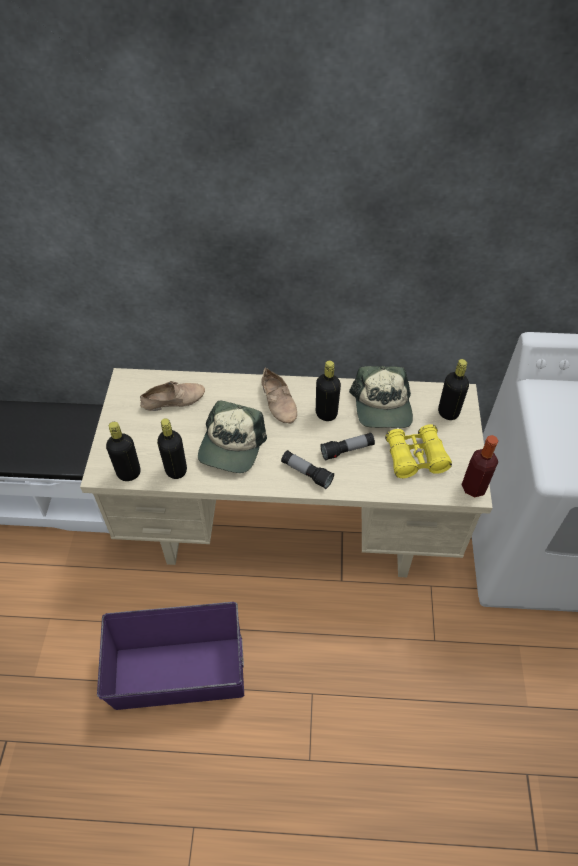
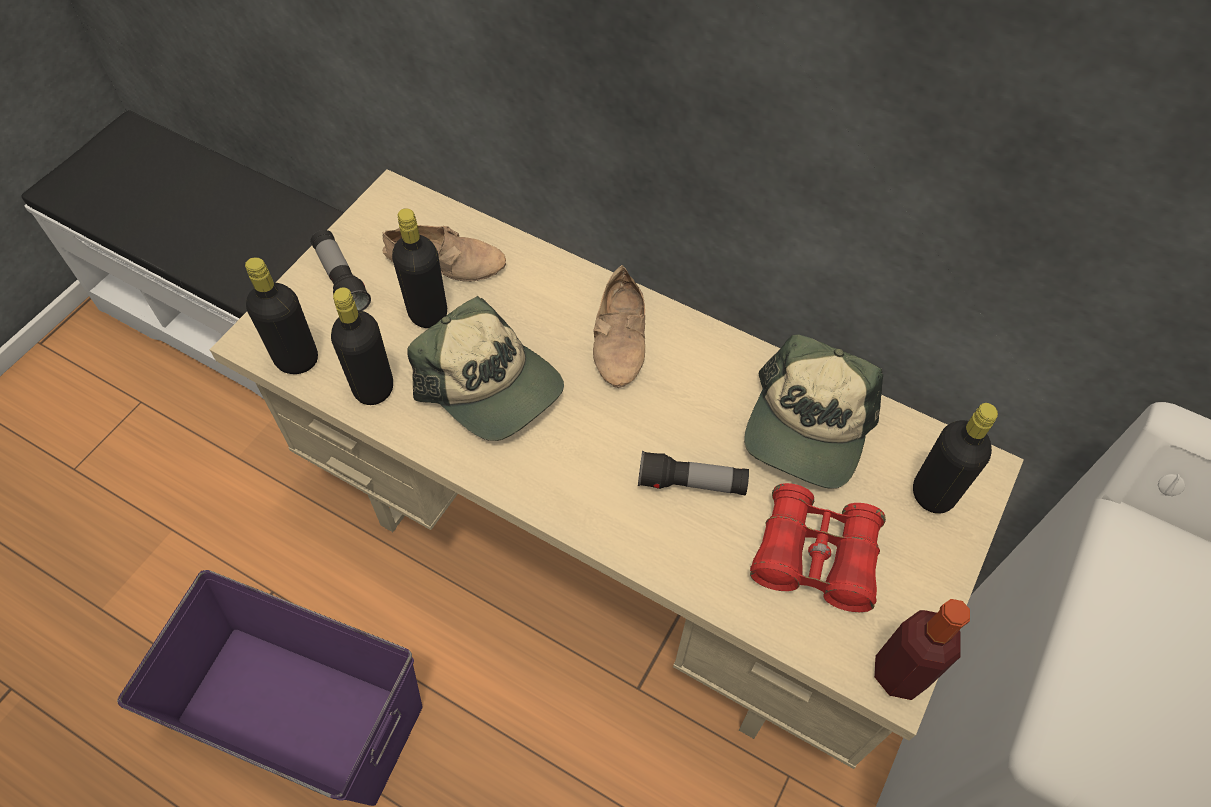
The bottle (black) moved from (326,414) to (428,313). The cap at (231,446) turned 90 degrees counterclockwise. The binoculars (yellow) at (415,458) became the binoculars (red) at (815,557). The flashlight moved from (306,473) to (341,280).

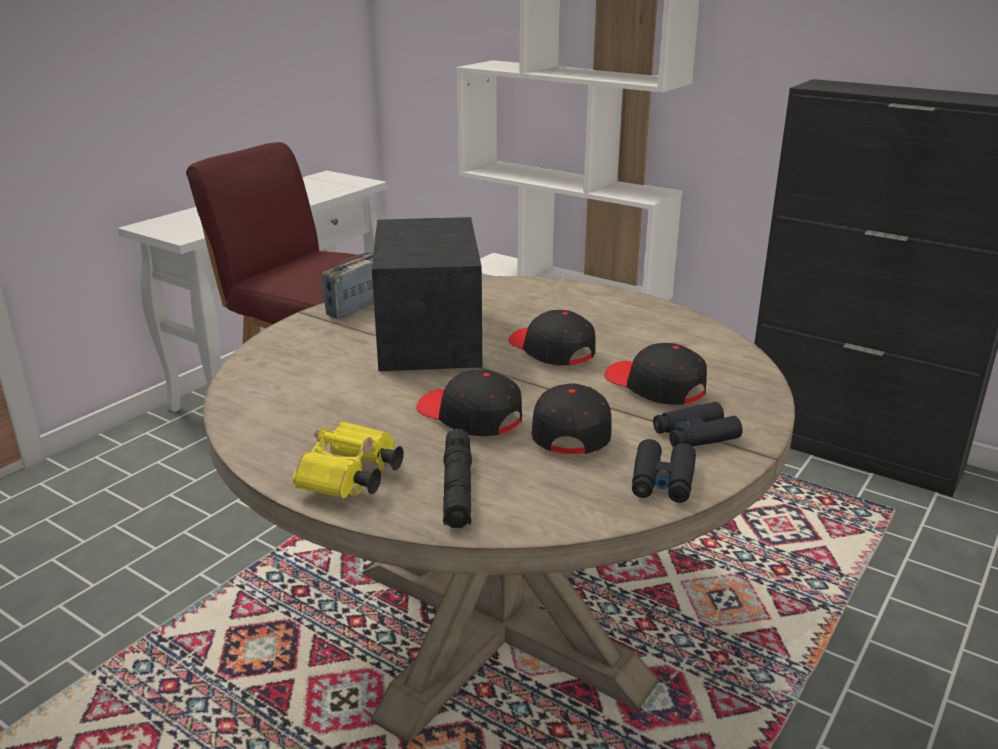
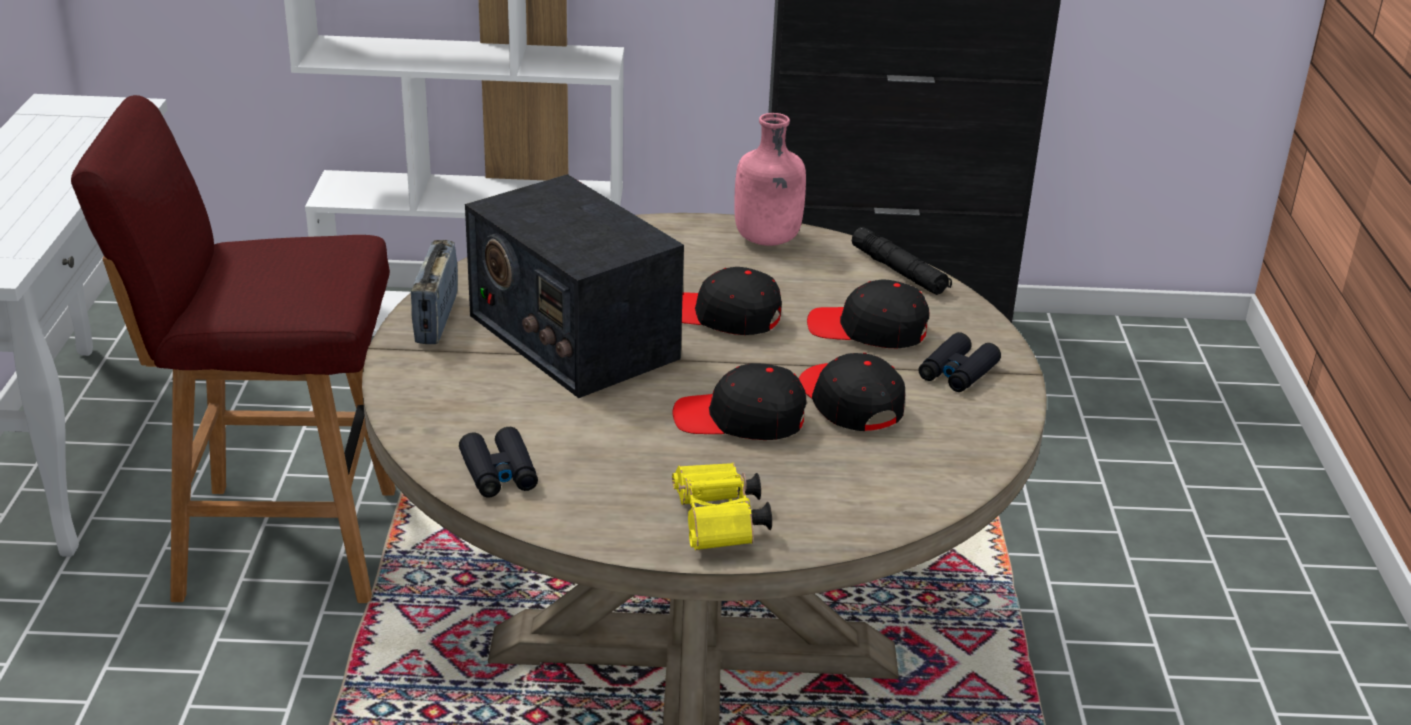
The flashlight (black) moved from (457,488) to (899,271). The binoculars (black) moved from (662,481) to (499,473). The bottle (pink) at (767,240) appeared.

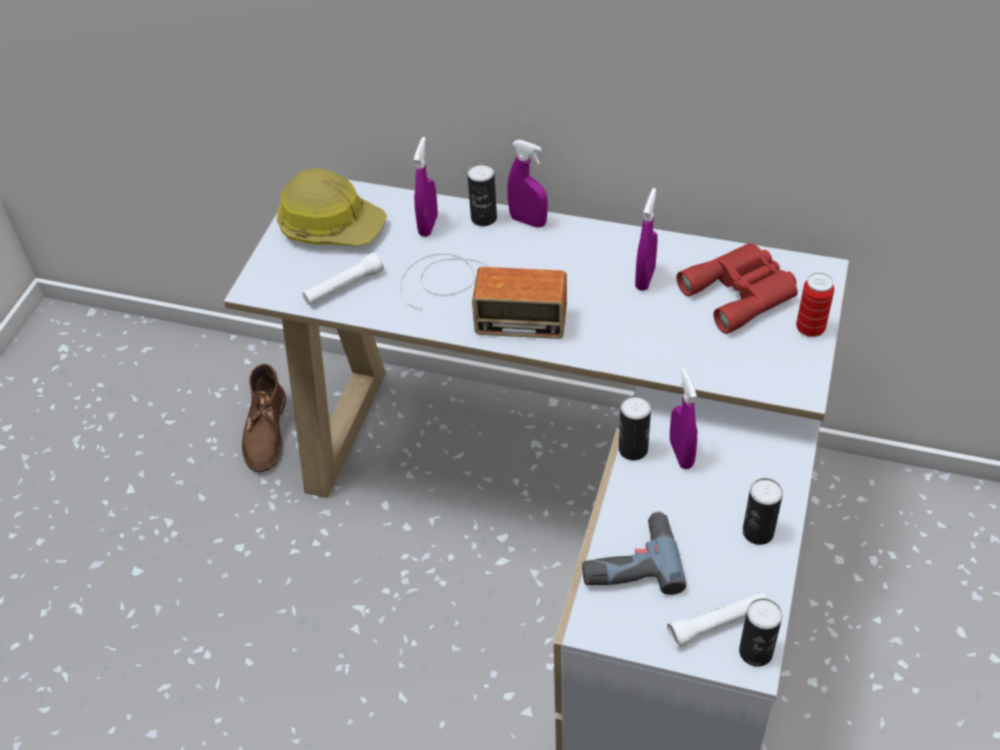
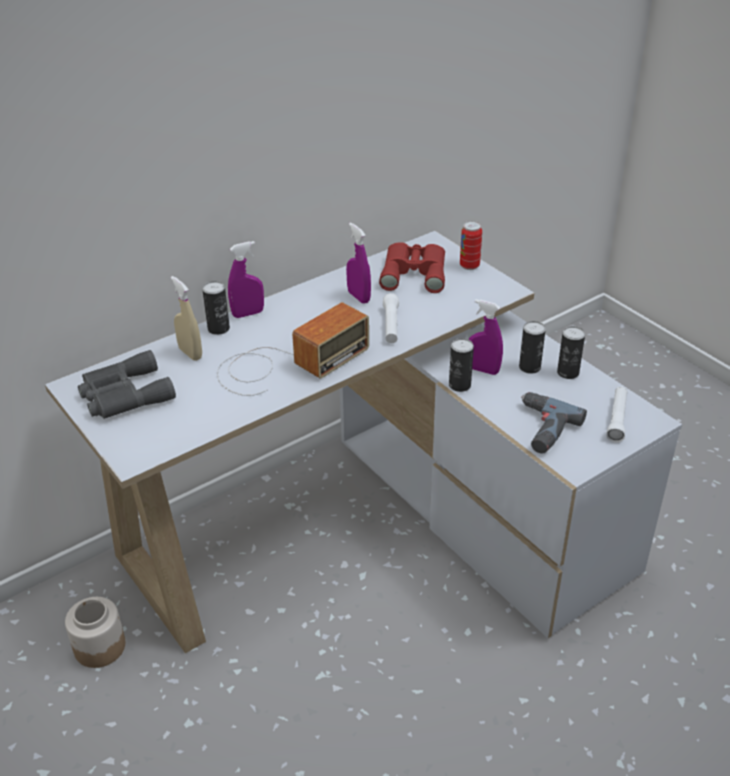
The spray bottle (purple) at (428,225) became the spray bottle (beige) at (190,353). The hard hat at (331,225) was replaced by the binoculars (grey) at (123,395). The flashlight (white) moved from (344,287) to (391,325). The boot (brown) at (266,432) was replaced by the jar at (99,646). The can moved from (755,652) to (529,367).

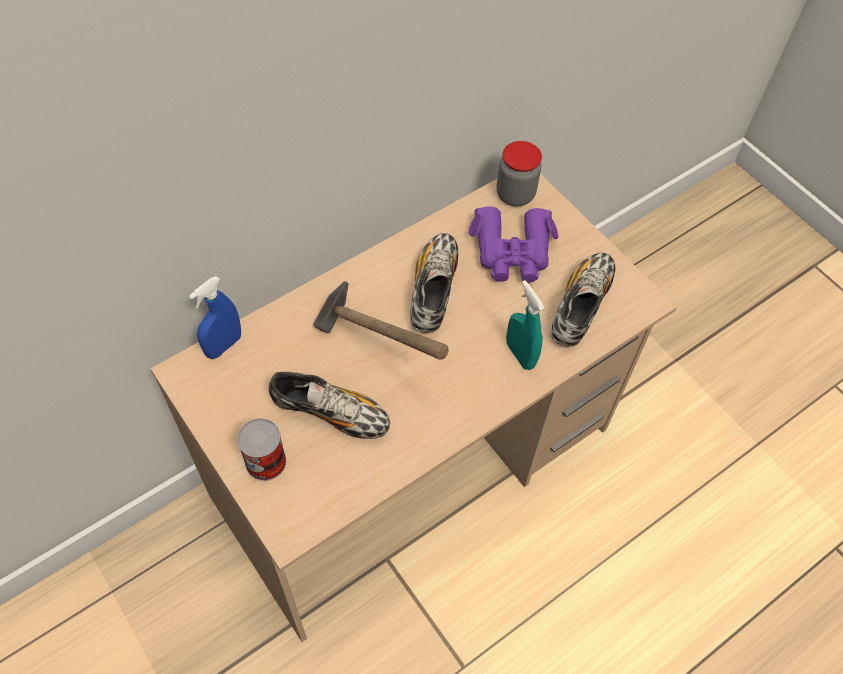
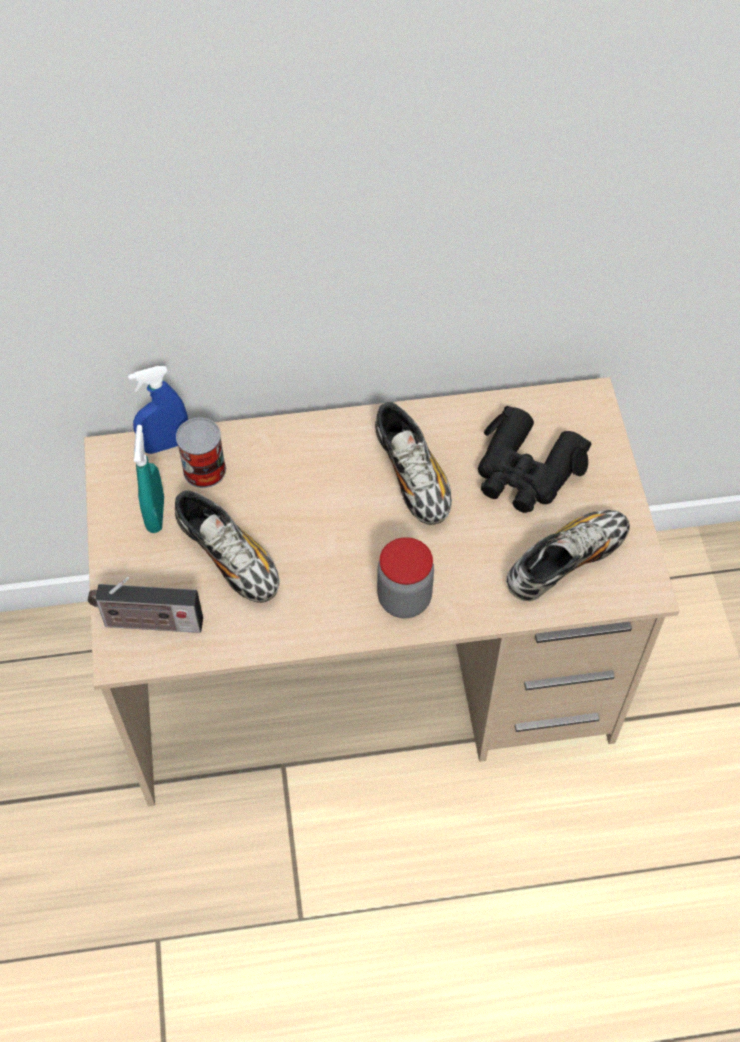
The jar moved from (515,194) to (404,598). The binoculars (purple) at (512,252) became the binoculars (black) at (526,471). The shoe at (433,290) turned 120 degrees clockwise. The spray bottle (turquoise) moved from (520,355) to (155,514). The hammer at (377,351) disappeared. The can moved from (265,461) to (204,470). The radio at (148,623) appeared.

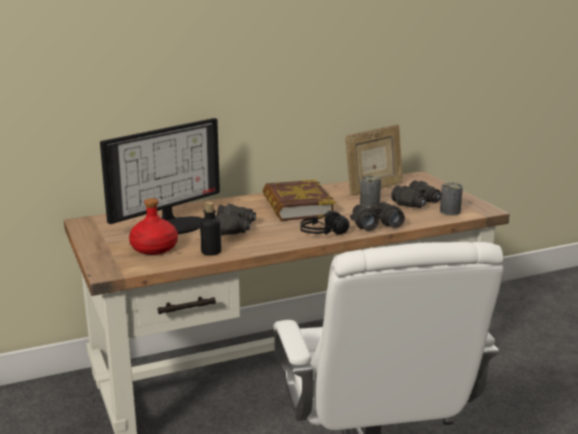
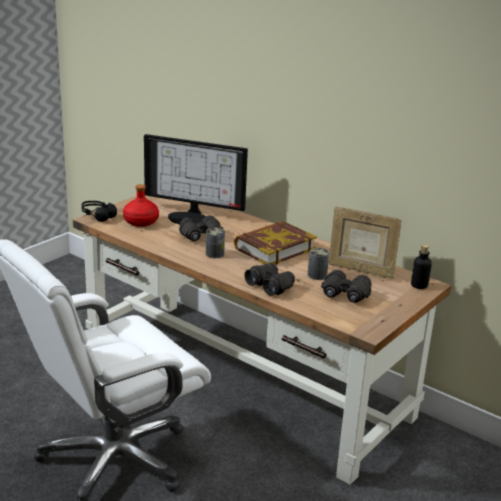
The can moved from (450,211) to (214,254). The bottle moved from (211,252) to (419,285). The headphones (black) moved from (323,233) to (98,216).

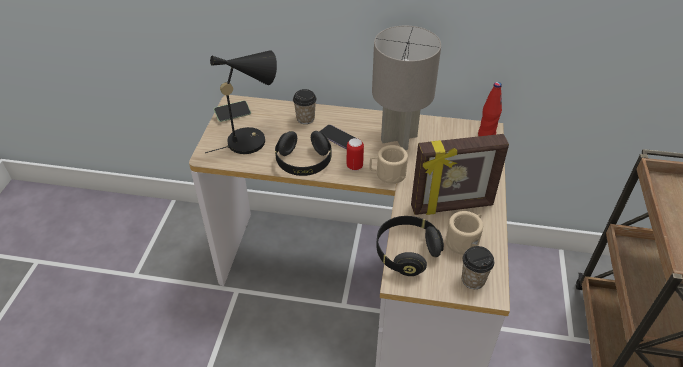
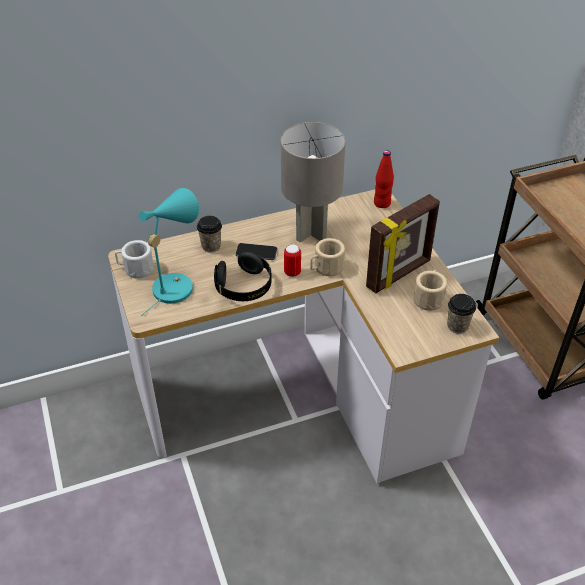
The table lamp (black) at (252,139) became the table lamp (turquoise) at (176,285). The phone at (233,115) was replaced by the mug (white) at (135,269). The headphones (black) at (406,252) disappeared.

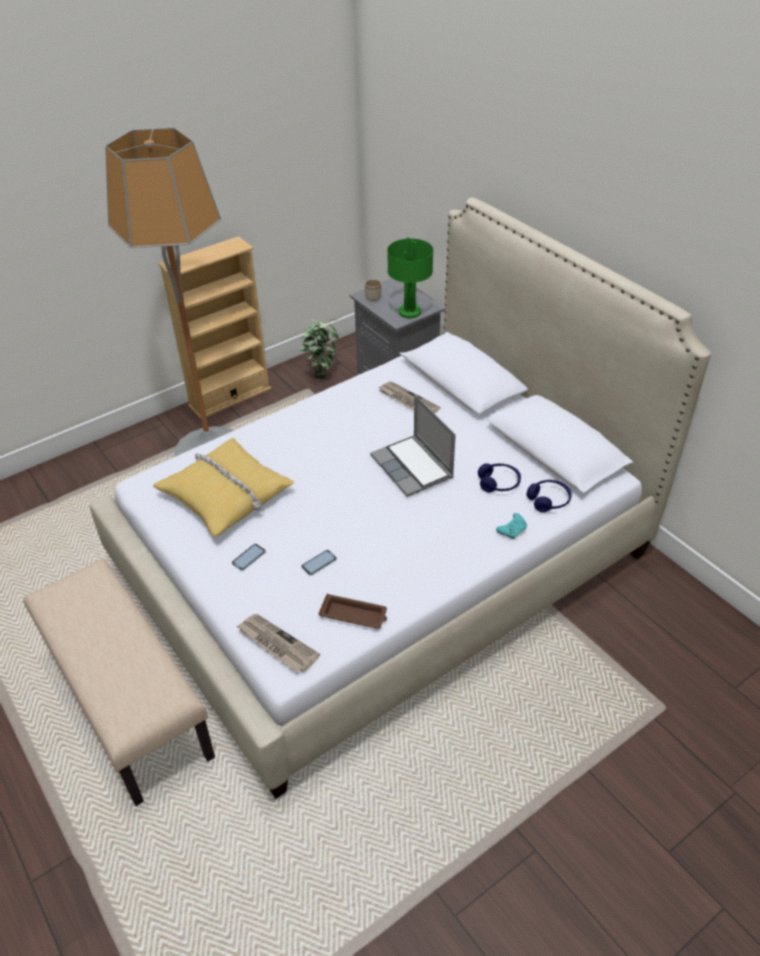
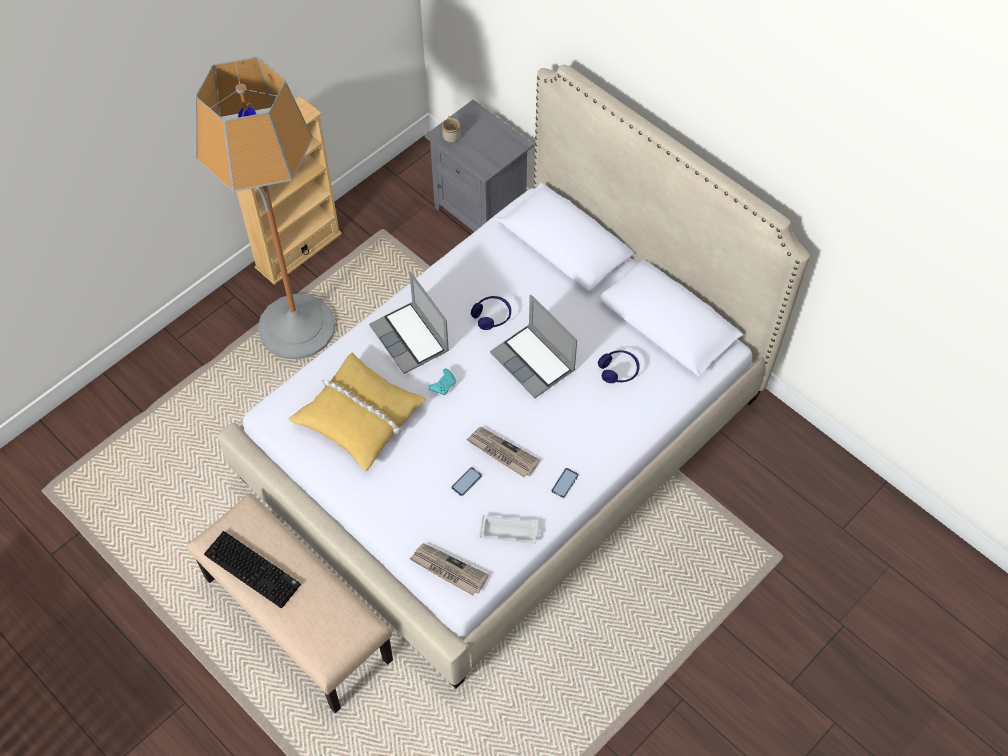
The table lamp (green) at (409,311) disappeared. The potted plant at (321,373) disappeared. The newspaper moved from (407,401) to (502,453). The headphones (blue) moved from (548,500) to (492,316). The game controller (turquoise) moved from (512,530) to (443,384). The phone moved from (248,557) to (564,483). The tray (brown) at (354,615) became the tray (white) at (510,531). The laptop at (411,339) appeared. The keyboard at (254,569) appeared.

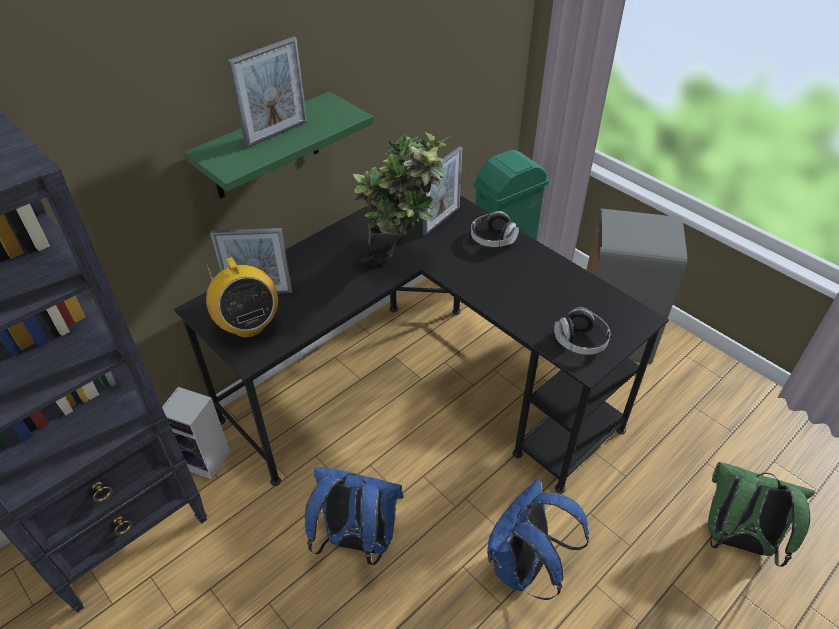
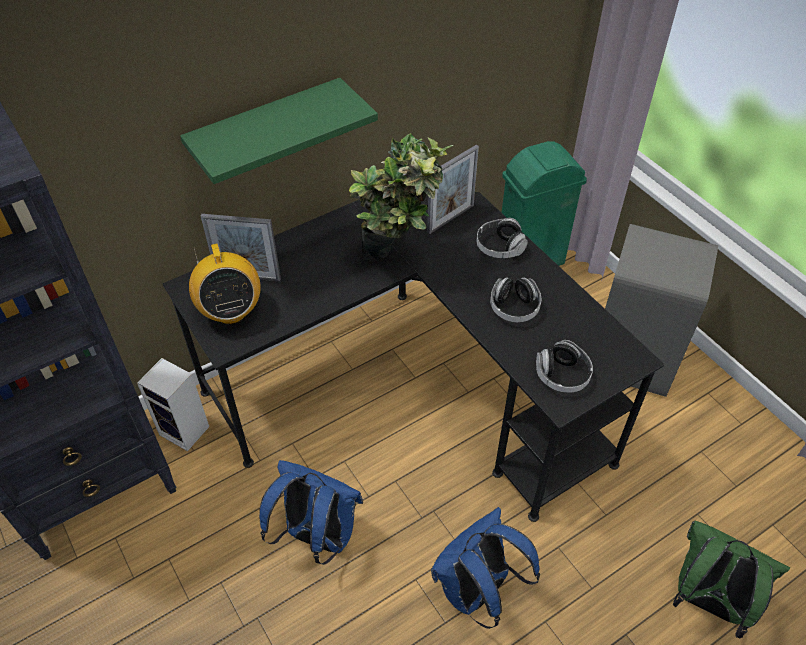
The picture frame at (277,134) disappeared. The headphones at (514,308) appeared.

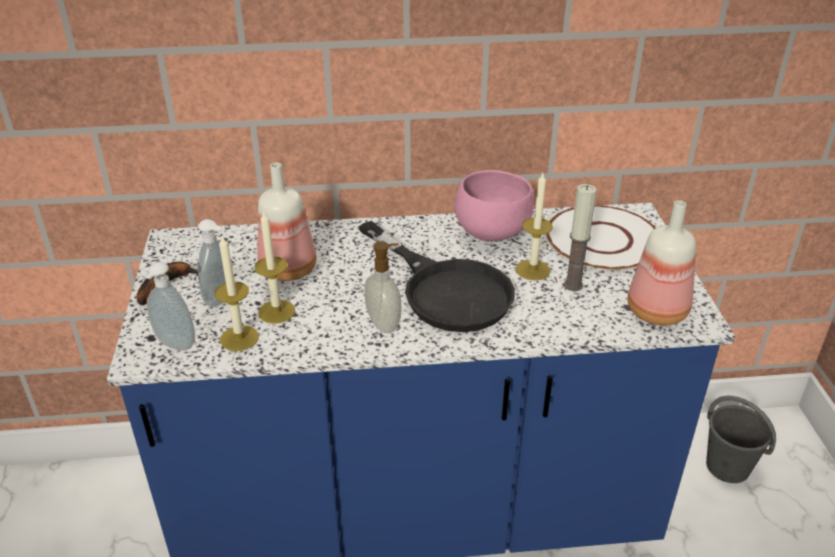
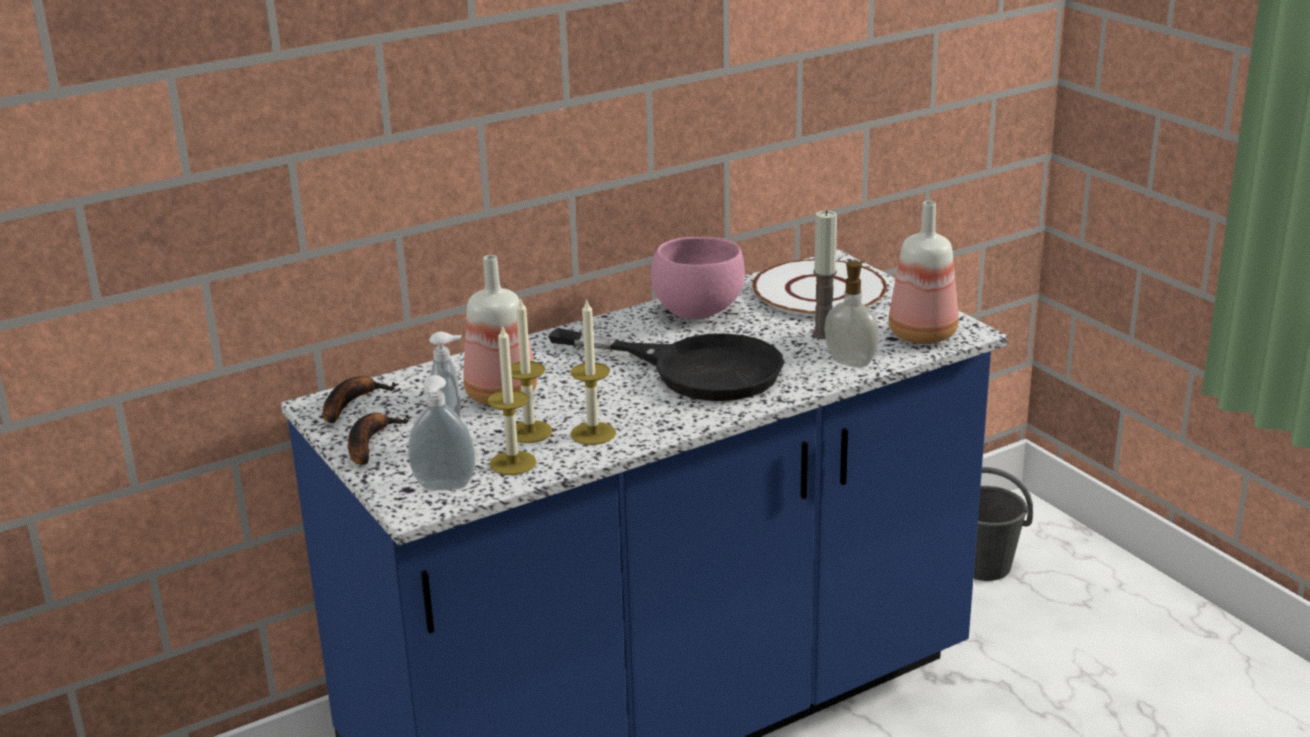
The candle moved from (532,270) to (593,433). The soap dispenser moved from (385,323) to (851,361). The banana at (351,404) appeared.

